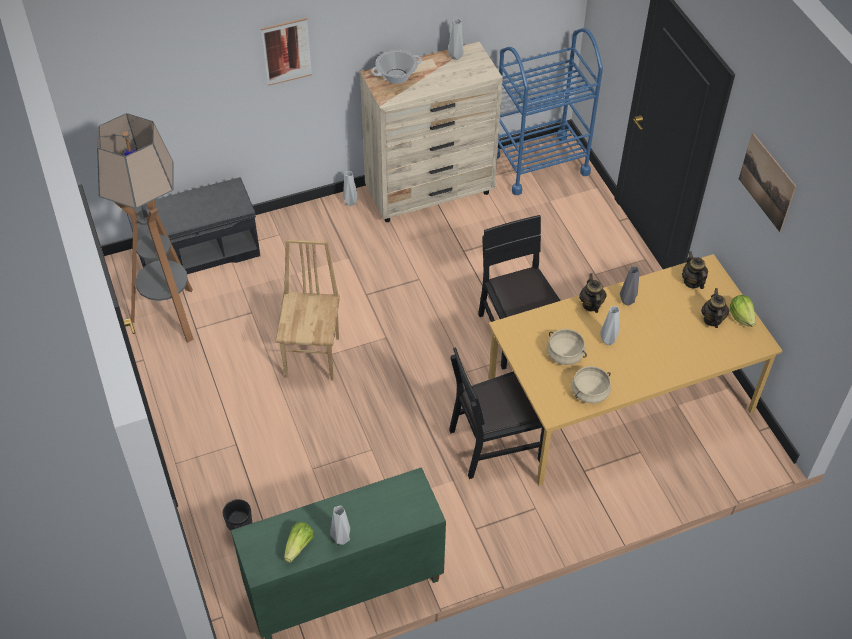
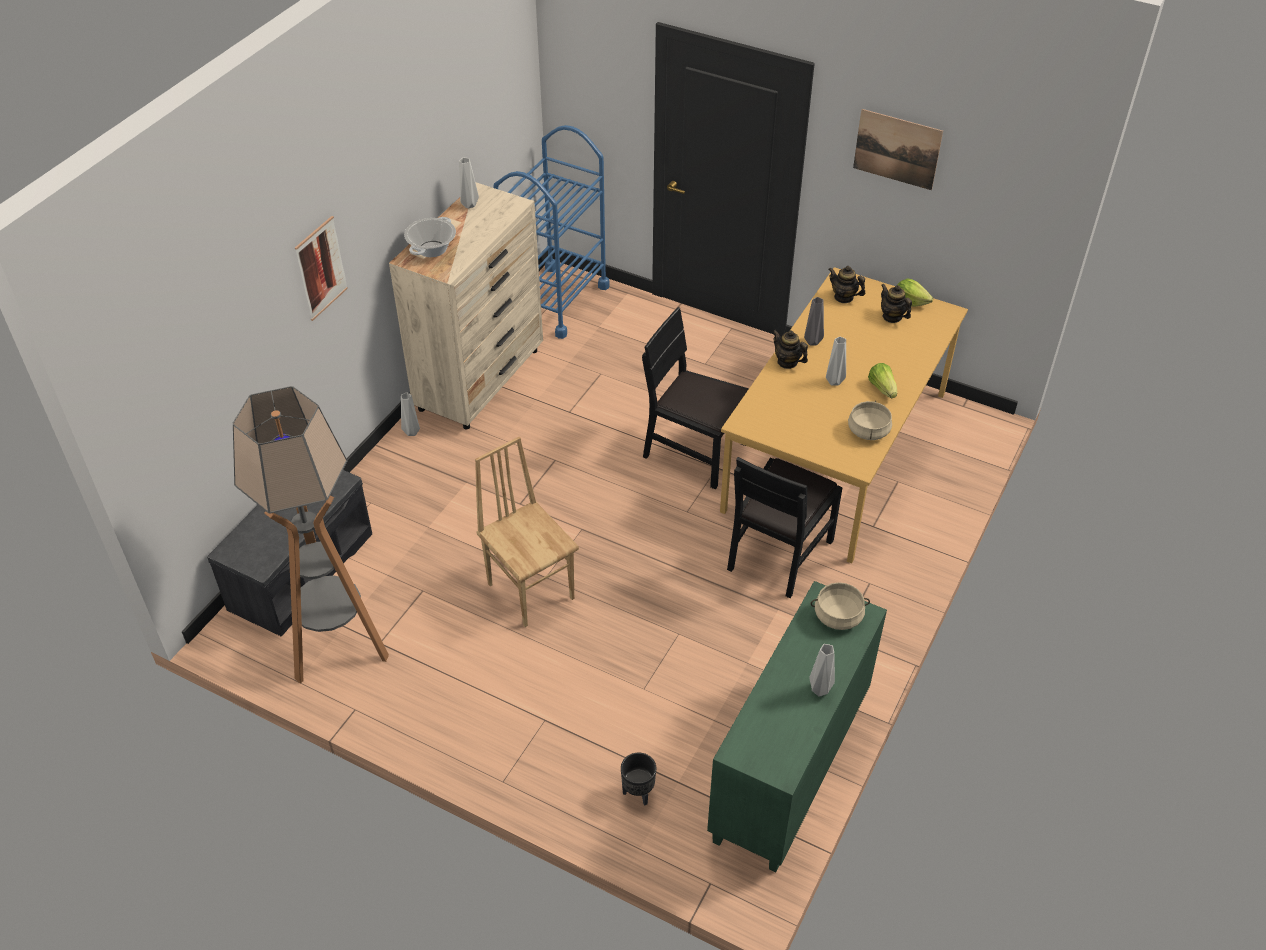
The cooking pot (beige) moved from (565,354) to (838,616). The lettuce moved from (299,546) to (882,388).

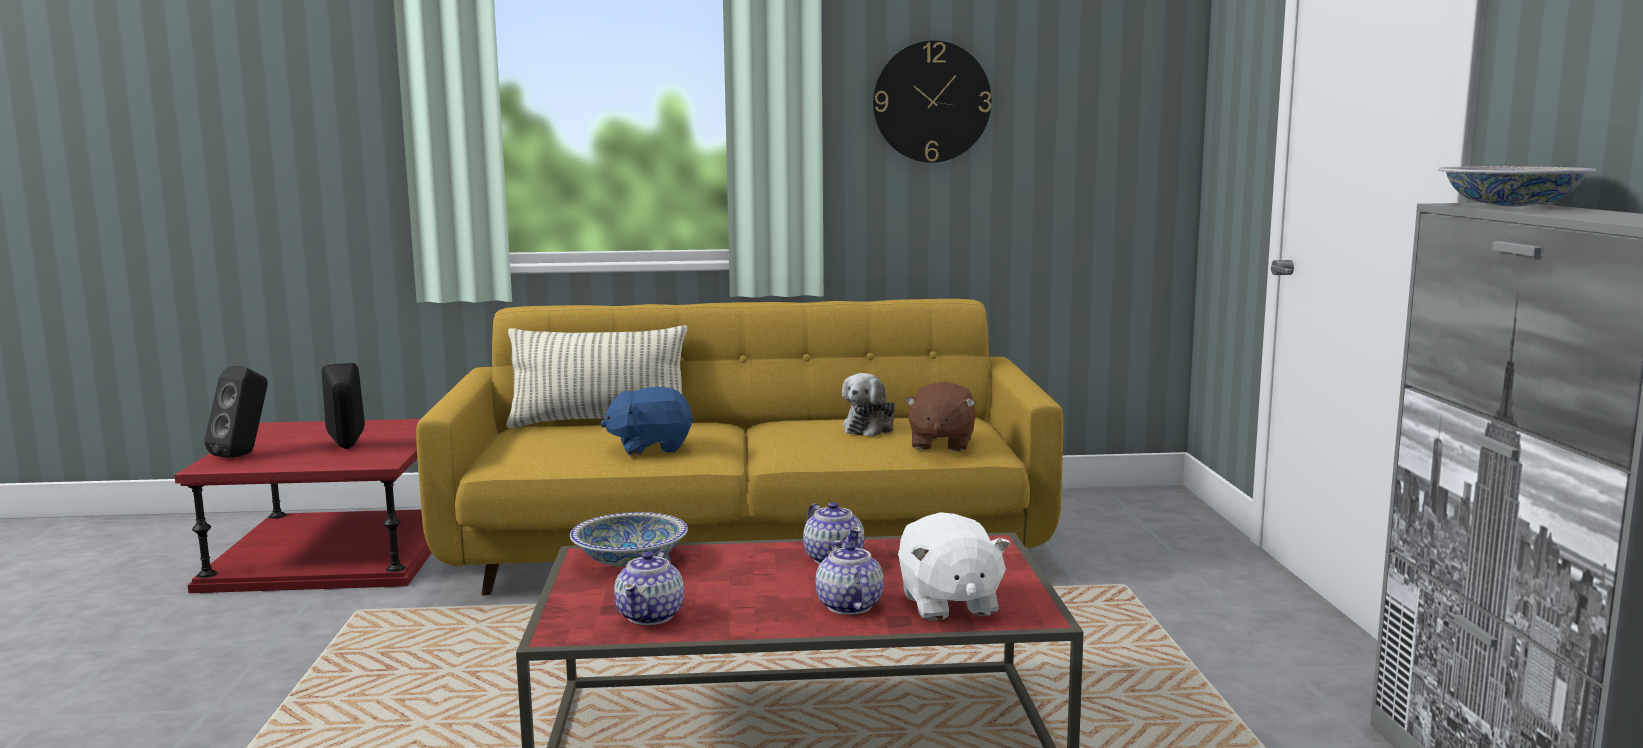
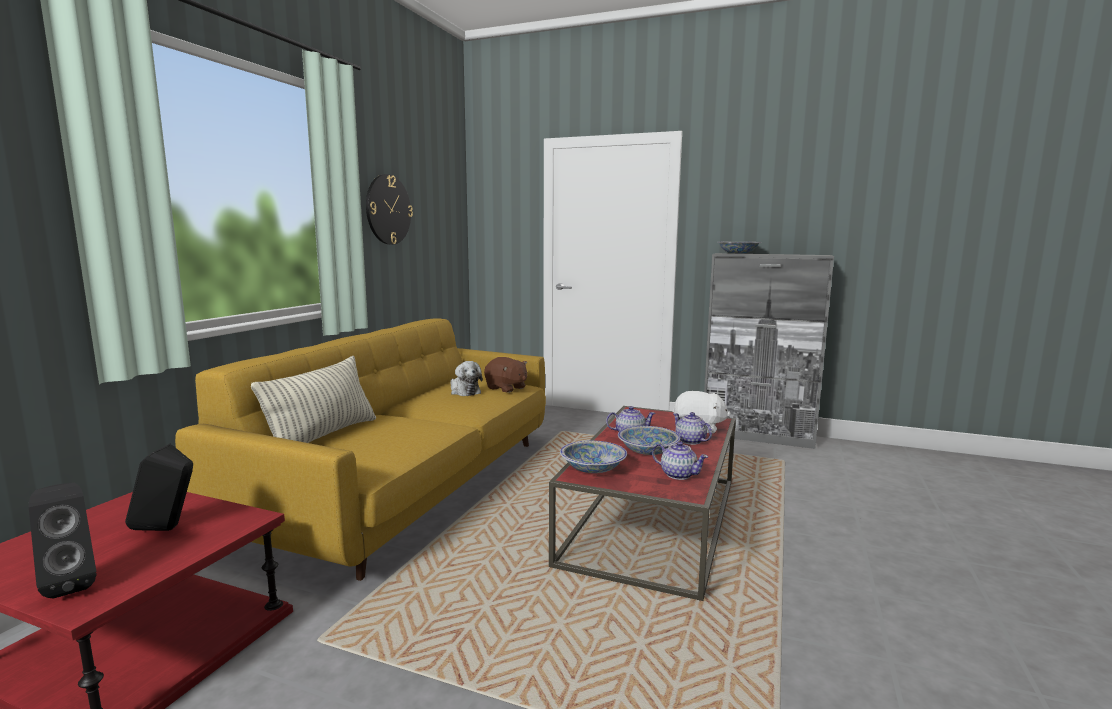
The plush toy (blue) at (650,447) disappeared. The teapot at (849,606) turned 45 degrees clockwise. The bowl at (648,451) appeared.

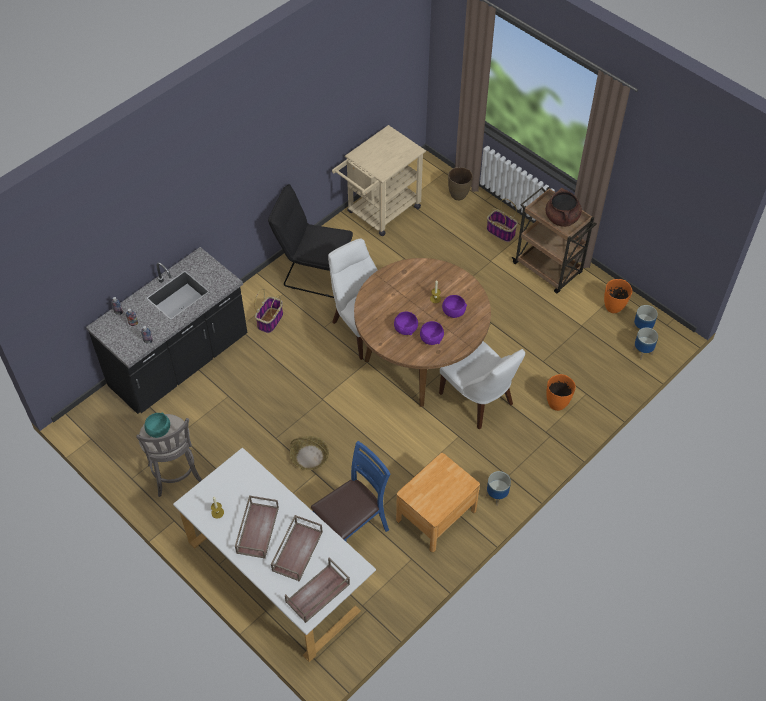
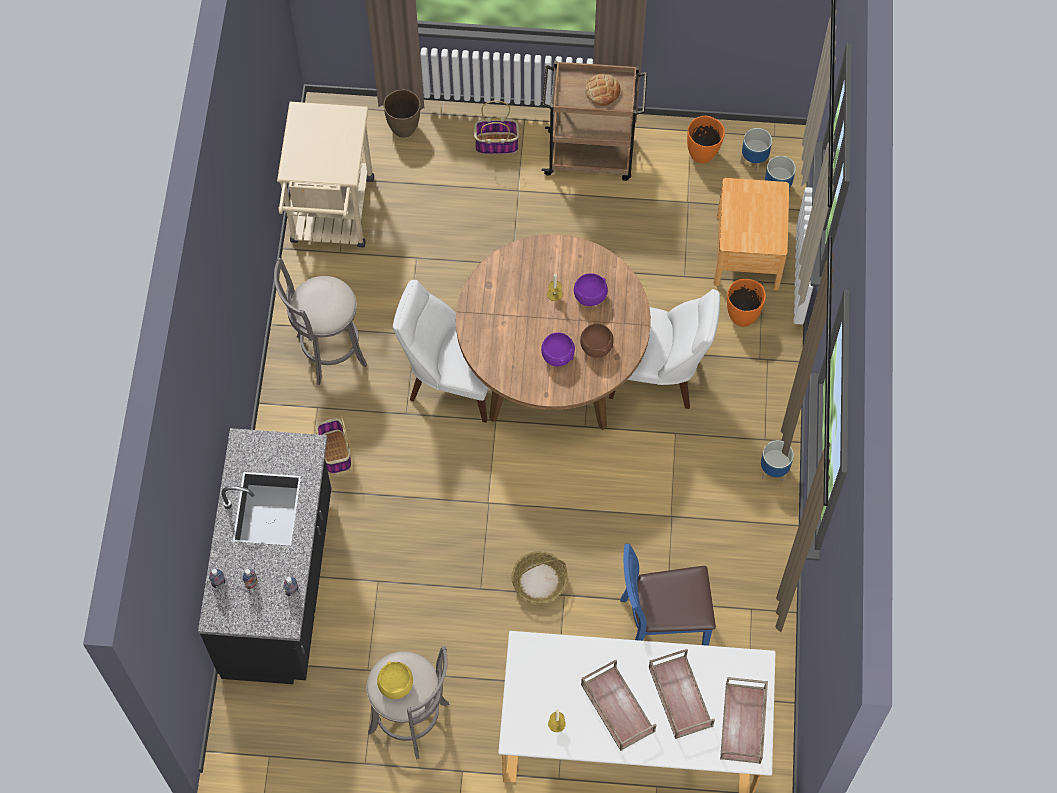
The chair (black) at (314,272) was replaced by the stool (grey) at (327,352). The cooking pot (brown) at (562,218) was replaced by the bread at (602,91). The bowl (purple) at (431,339) became the bowl (brown) at (596,346). The bowl (turquoise) at (158,431) became the bowl (yellow) at (396,686). The chair (blue) at (352,529) turned 105 degrees counterclockwise. The nightstand (brown) moved from (436,515) to (747,252).

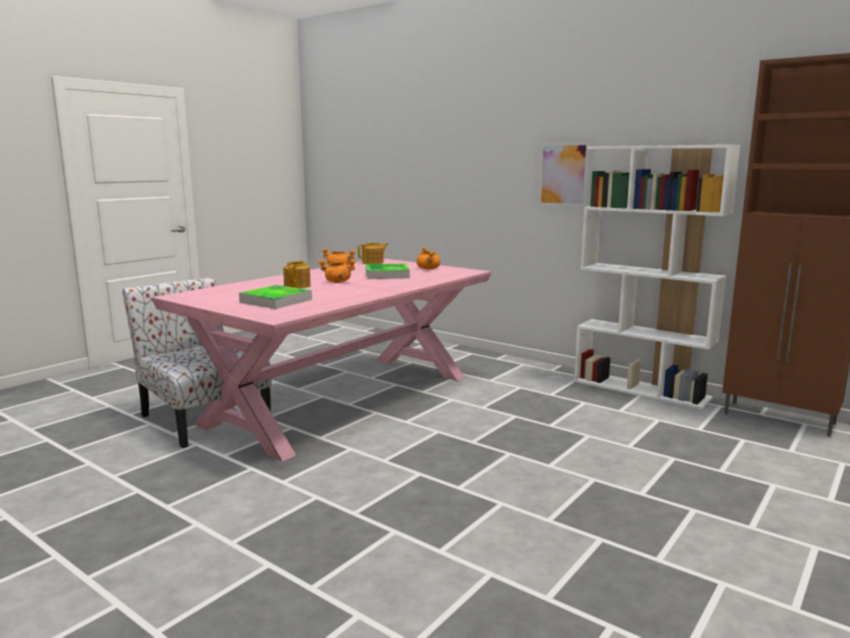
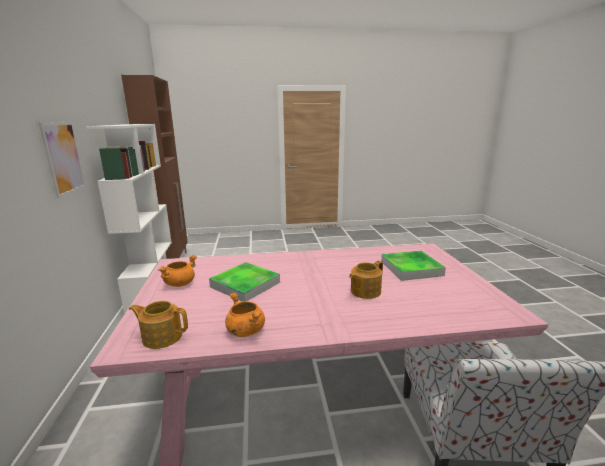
The cooking pot (orange) at (337,282) disappeared.

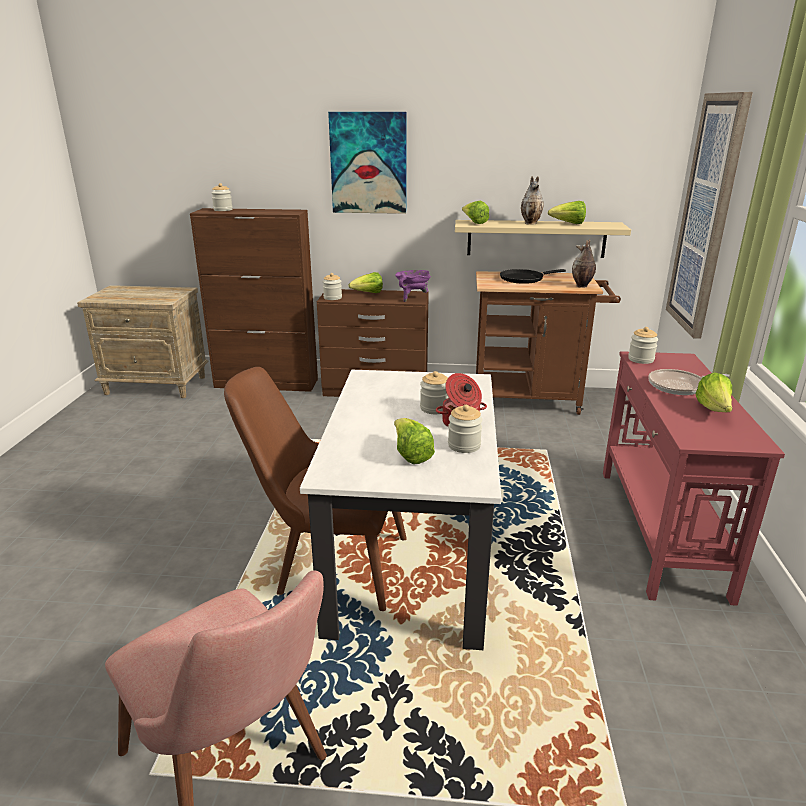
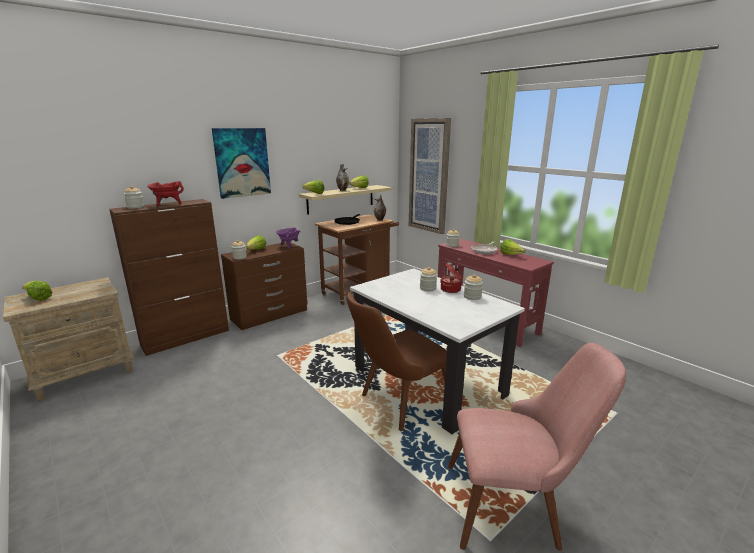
The lettuce moved from (411,454) to (38,298). The cooking pot (red) at (168,204) appeared.

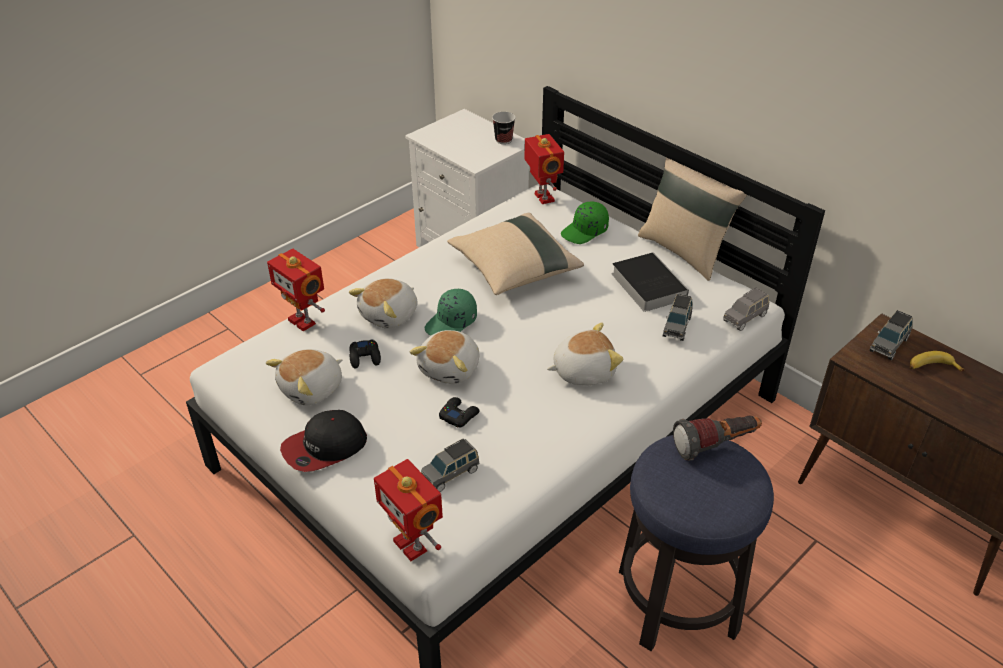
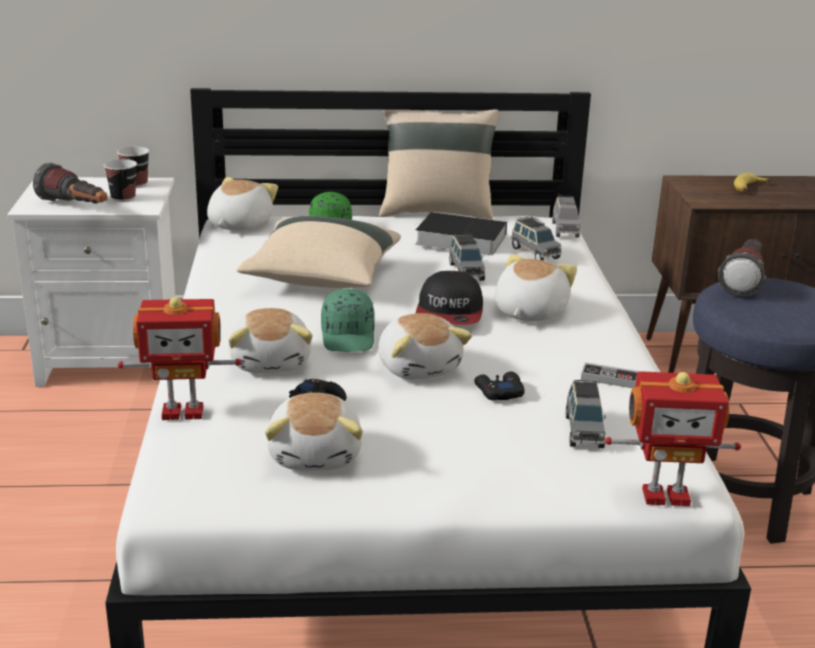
The toy robot at (542,198) was replaced by the plush toy at (238,224). The toy car (grey) moved from (889,344) to (466,272). The cap moved from (324,447) to (449,313). The cup at (123,198) appeared. The flashlight at (76,207) appeared. The game controller at (609,378) appeared.

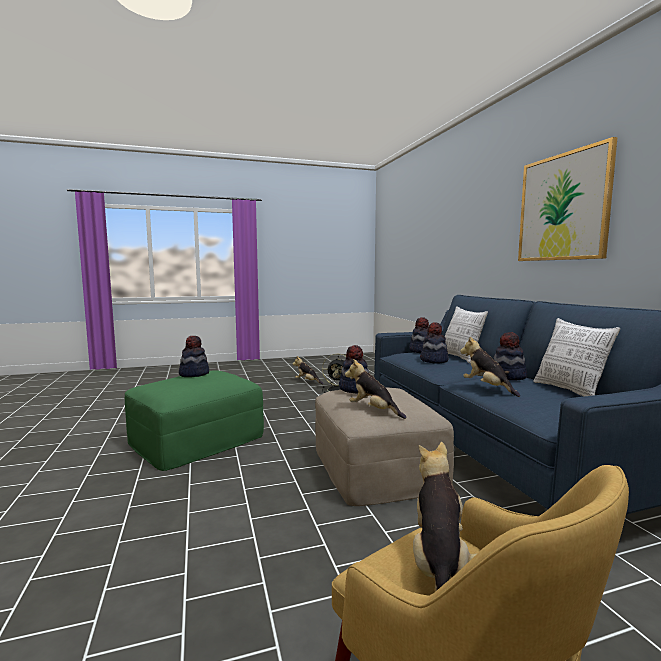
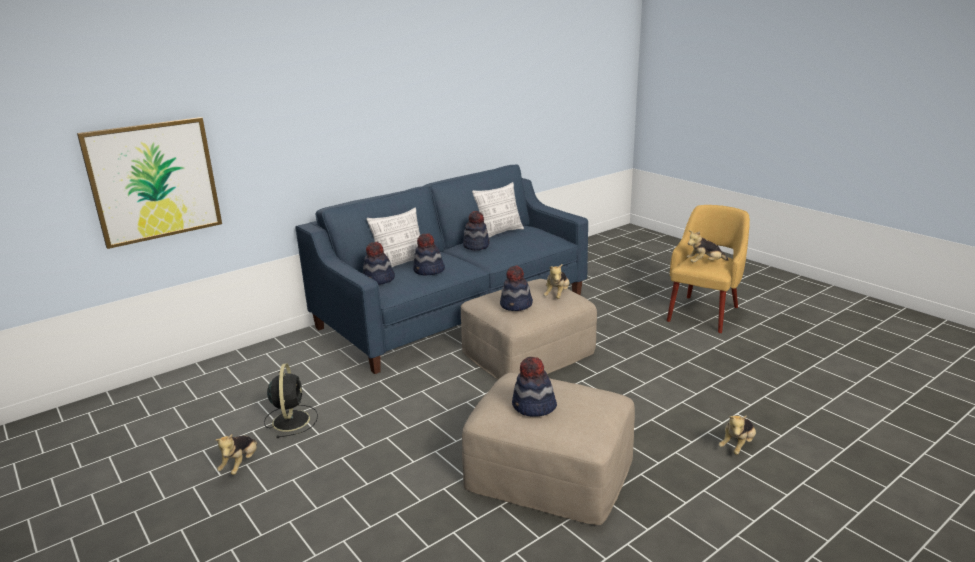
The picture moved from (563,207) to (154,181). The plush toy moved from (487,388) to (737,446). The ottoman (green) at (196,439) became the ottoman (beige) at (549,471).

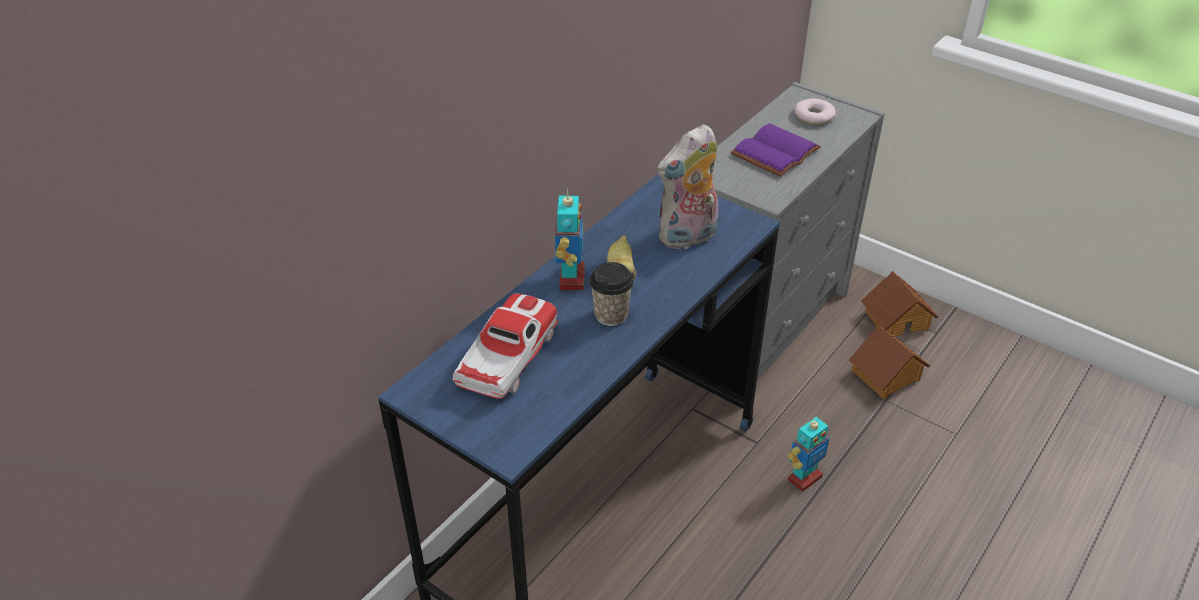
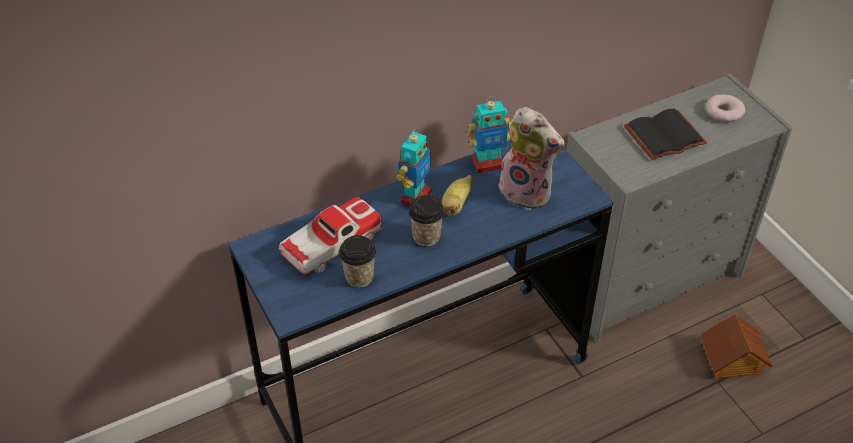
The book (purple) at (776,154) became the book (black) at (664,138). The plush toy at (688,238) turned 135 degrees counterclockwise. The toy house at (896,319) disappeared. The toy robot moved from (804,478) to (488,164). The cup at (359,277) appeared.

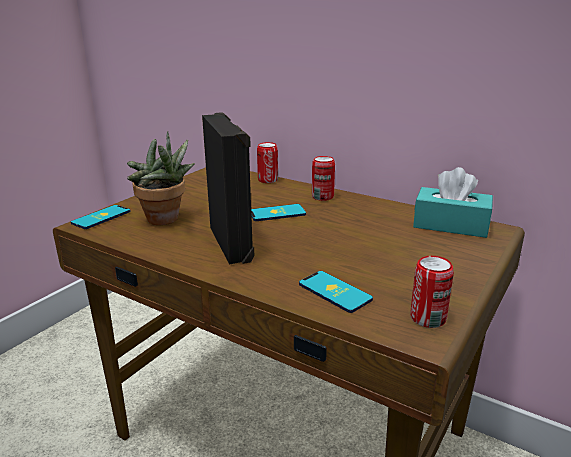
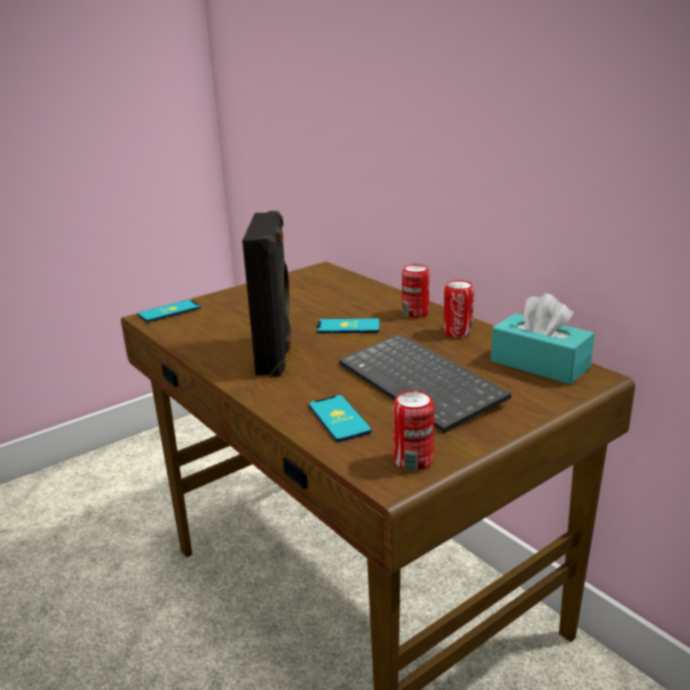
The potted plant at (166,220) disappeared. The can moved from (268,180) to (457,332). The keyboard at (423,383) appeared.

